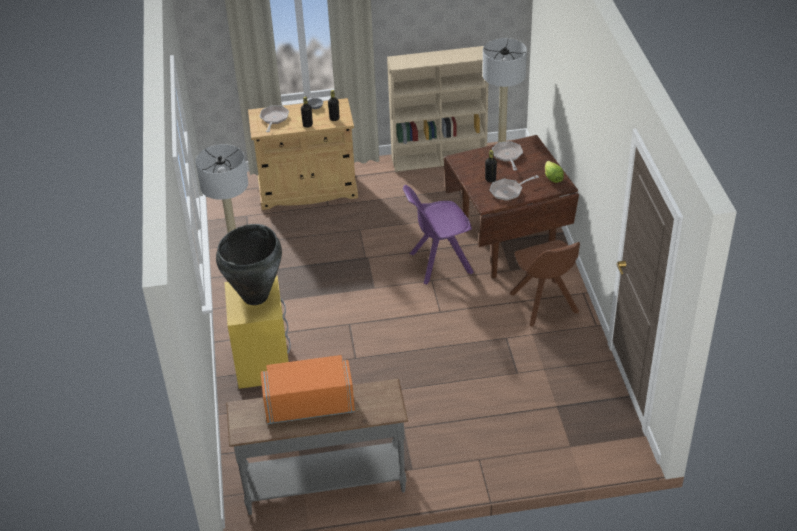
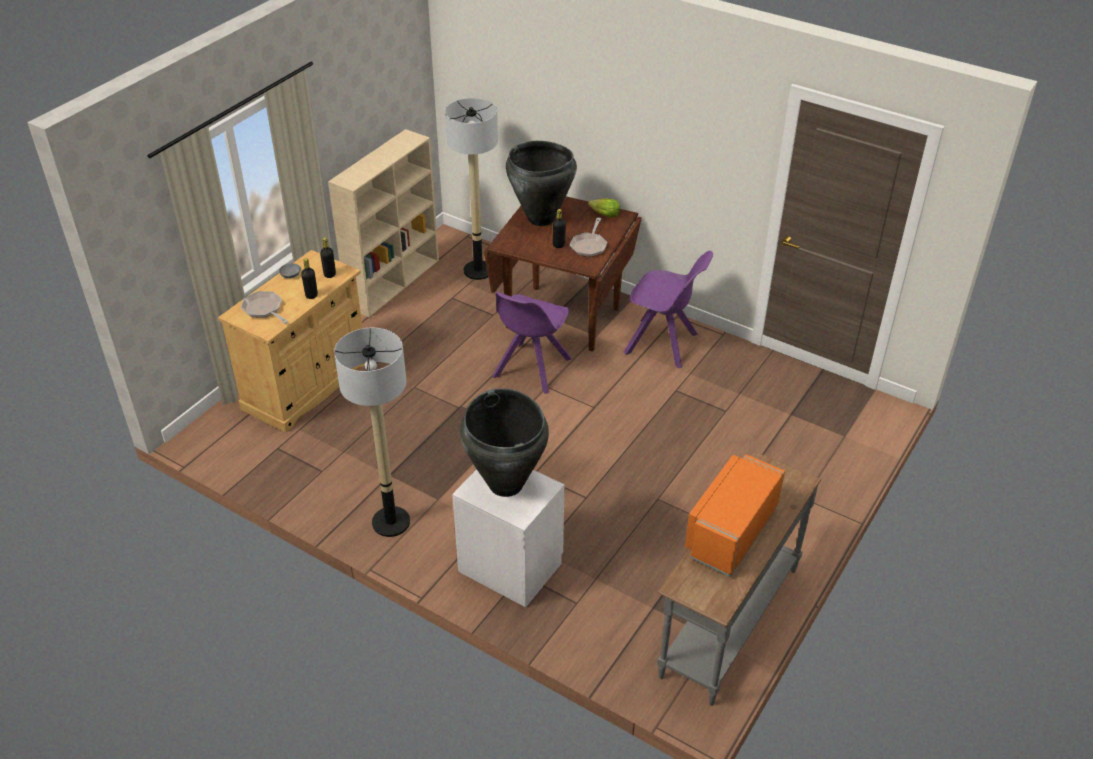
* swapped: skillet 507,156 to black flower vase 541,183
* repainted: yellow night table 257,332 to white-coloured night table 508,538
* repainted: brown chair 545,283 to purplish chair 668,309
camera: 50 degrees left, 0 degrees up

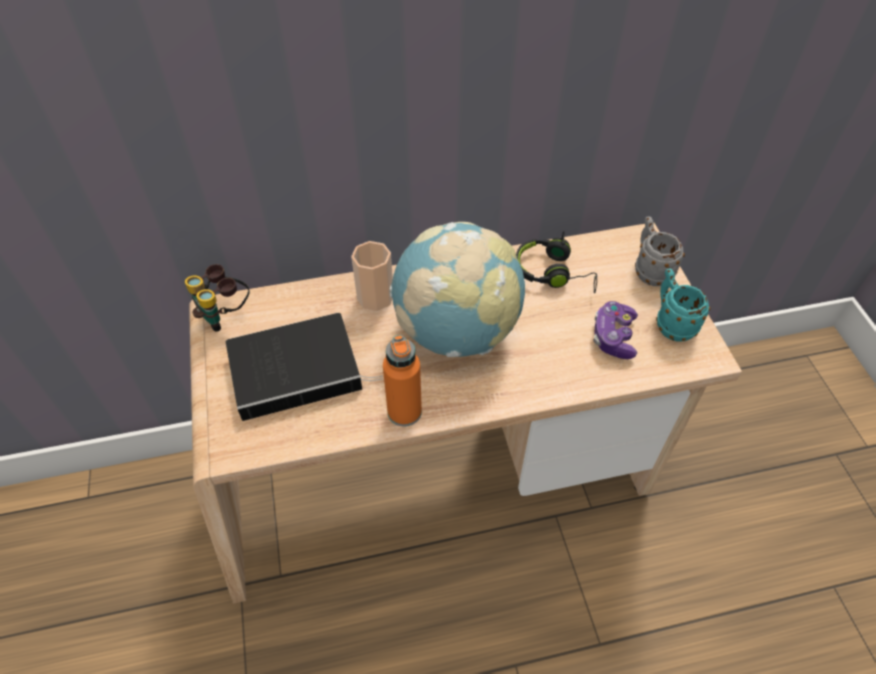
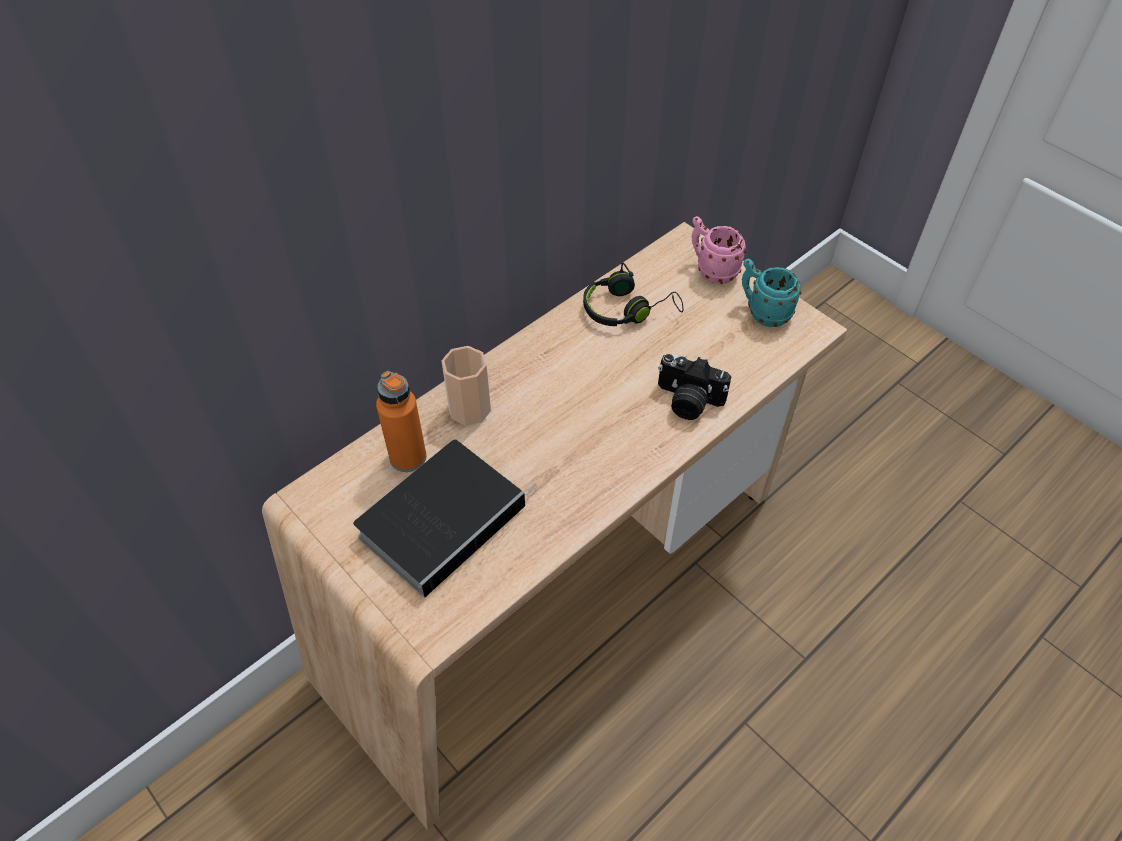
* gone: binoculars 217,298
* gone: world globe 457,289
* gone: gamepad 615,330
* new: still camera 694,387
* shifted: orange bottle 402,380 to 401,421
* repainted: gray coffee mug 660,251 to pink-coloured coffee mug 719,250
camera: 30 degrees left, 0 degrees up

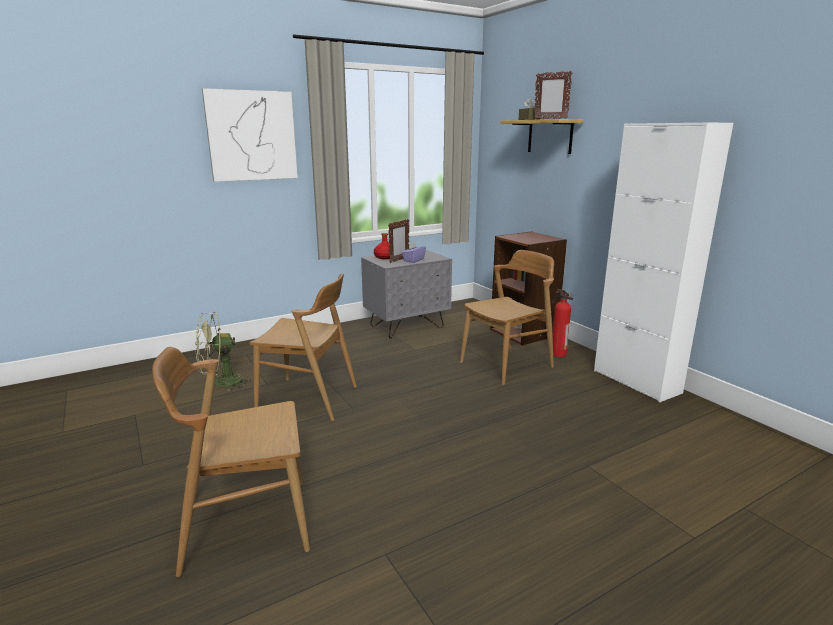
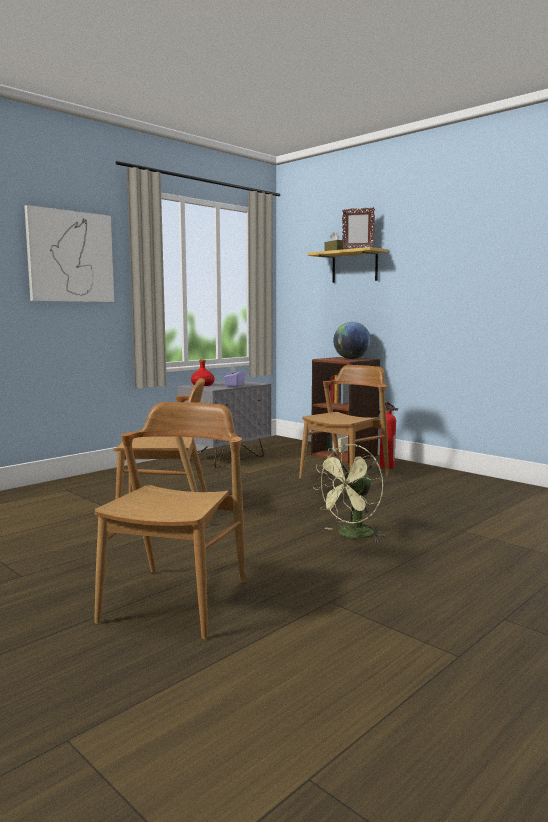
* gone: picture frame 398,241
* gone: white-coloured cupboard 663,262
* new: world globe 352,340
* shifted: green electric fan 223,352 to 349,493
* rotated: brown chair 231,462 = 169,520 135 degrees clockwise
camera: 15 degrees left, 10 degrees down

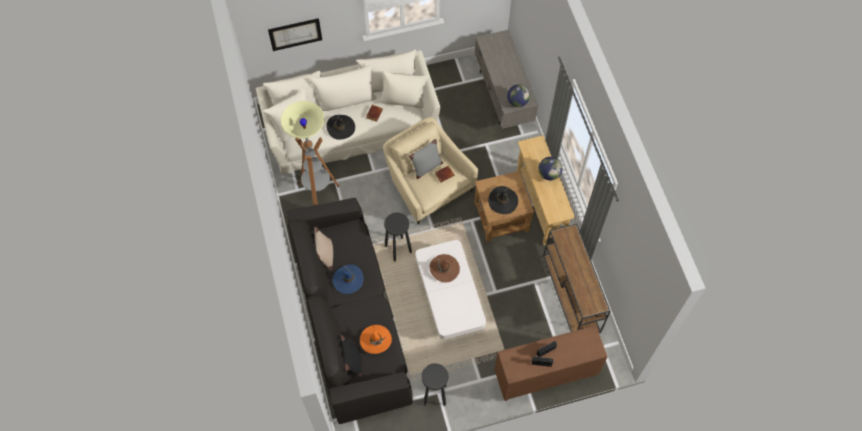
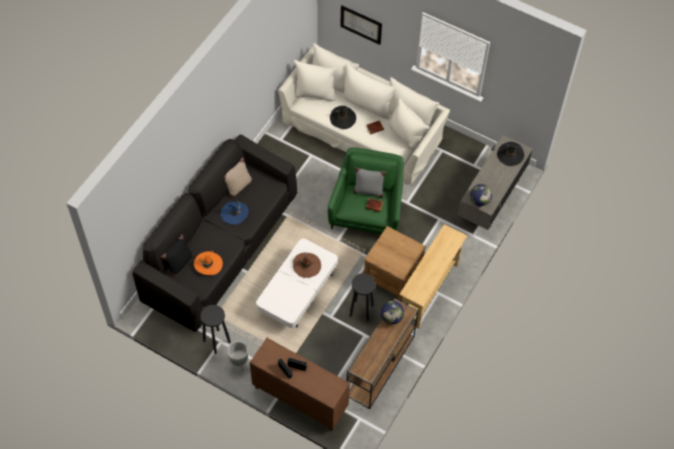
* gone: standing lamp 310,153
* new: gray plant pot 237,356
* shifted: black sitting stool 398,236 to 363,297
* shifted: black clothing hat 503,200 to 510,154
* shifted: world globe 550,168 to 392,312
* repainted: sand-coloured armchair 430,171 to green armchair 366,190
camera: 45 degrees right, 5 degrees down

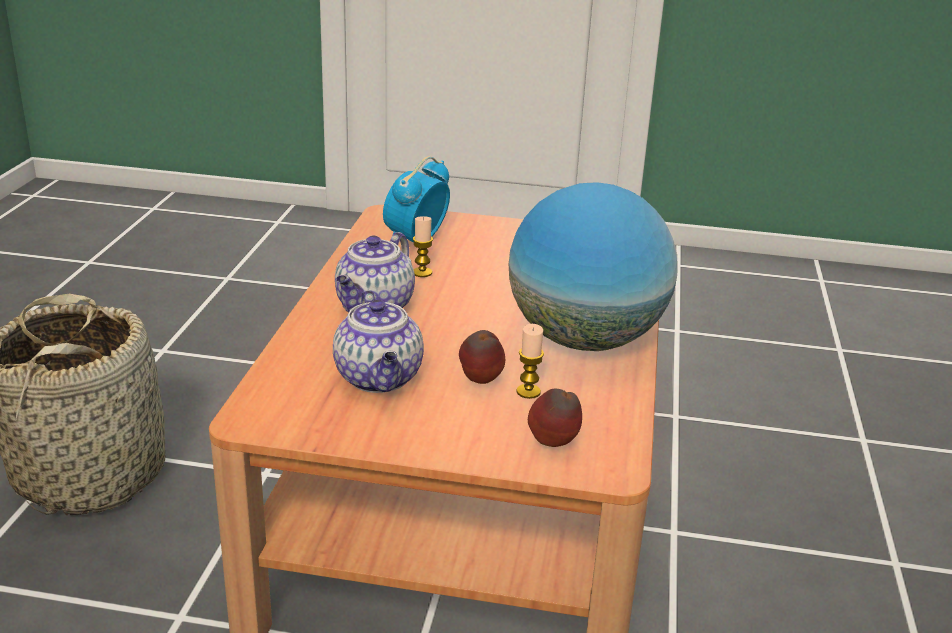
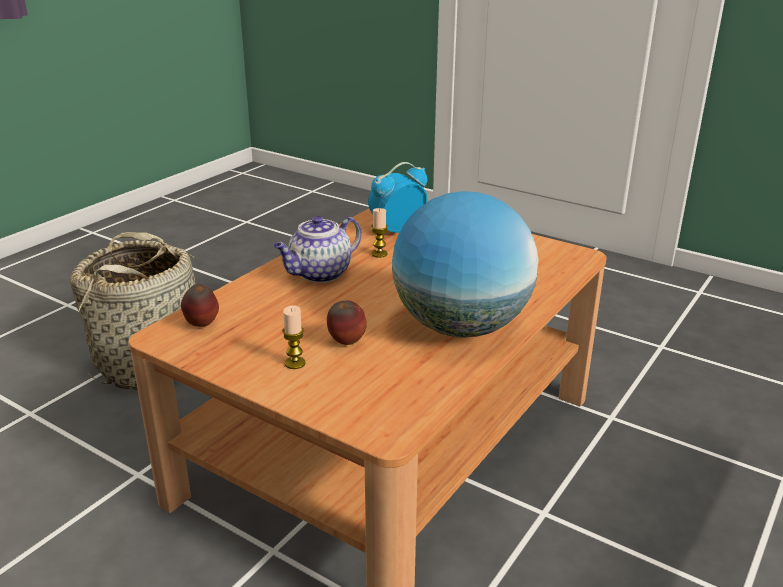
* gone: tea pot 378,341
* shifted: wax light 530,361 to 294,337
* shifted: whole apple 555,418 to 200,305
camera: 25 degrees right, 0 degrees up

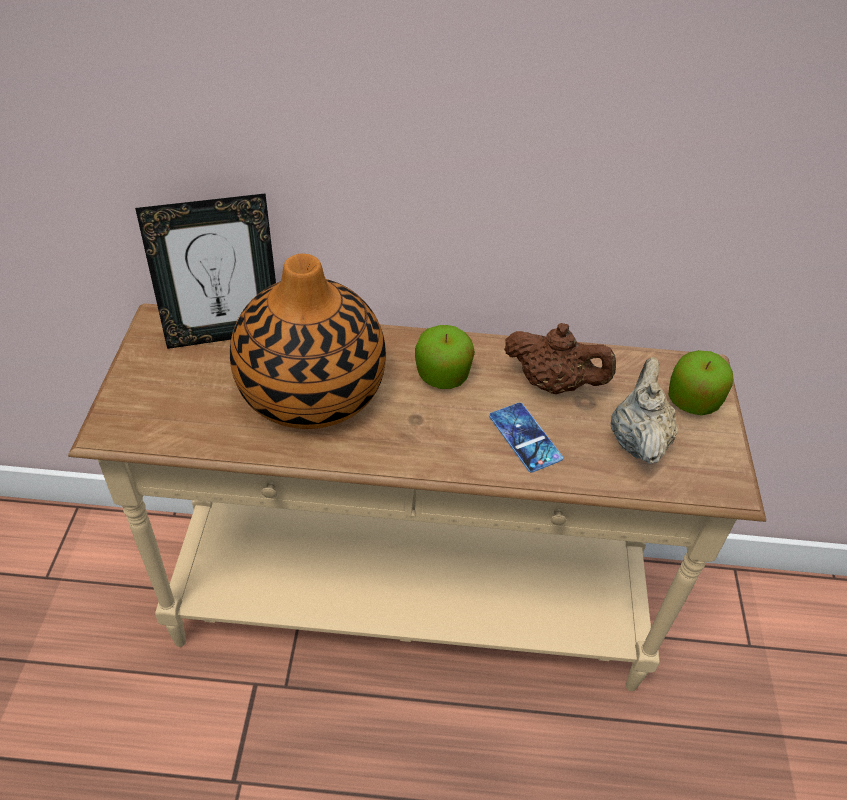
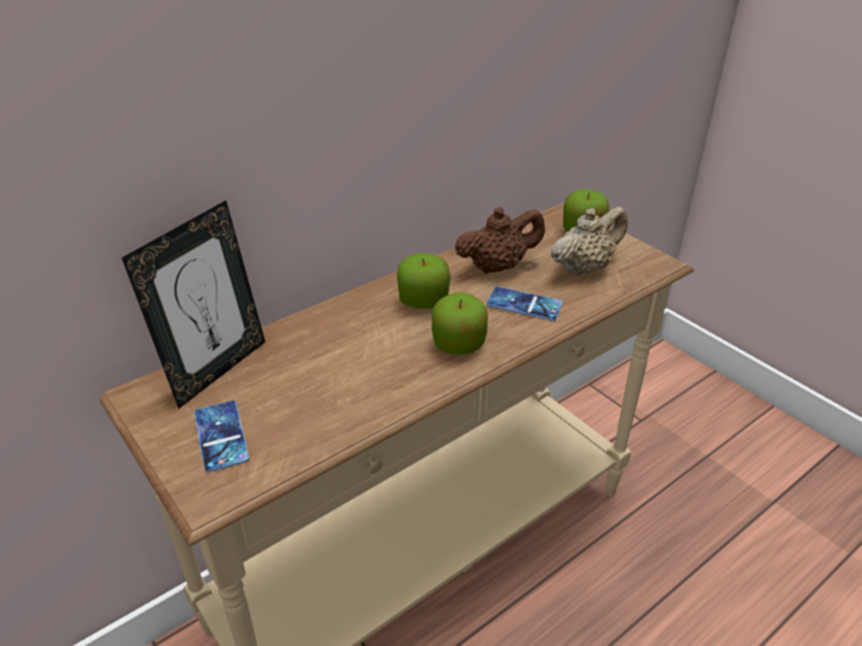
* gone: flower vase 308,341
* new: handset 222,436
* new: whole apple 460,323
* rotated: sand-coloured tea pot 644,410 = 589,241 90 degrees clockwise
camera: 40 degrees left, 10 degrees down

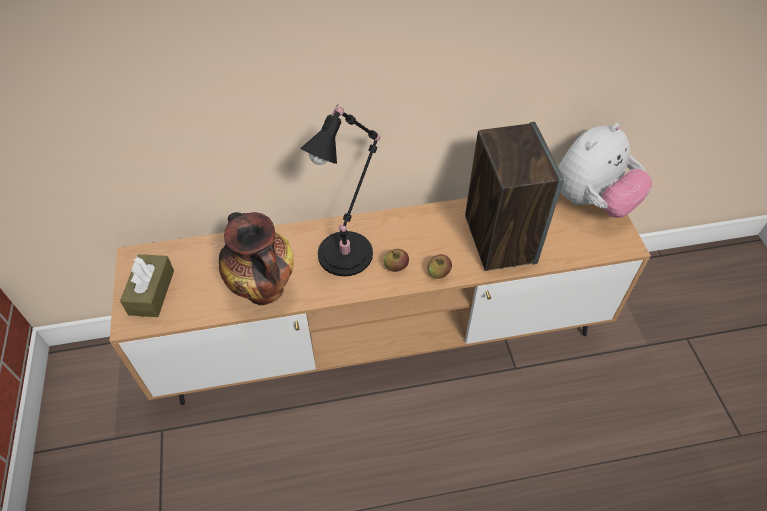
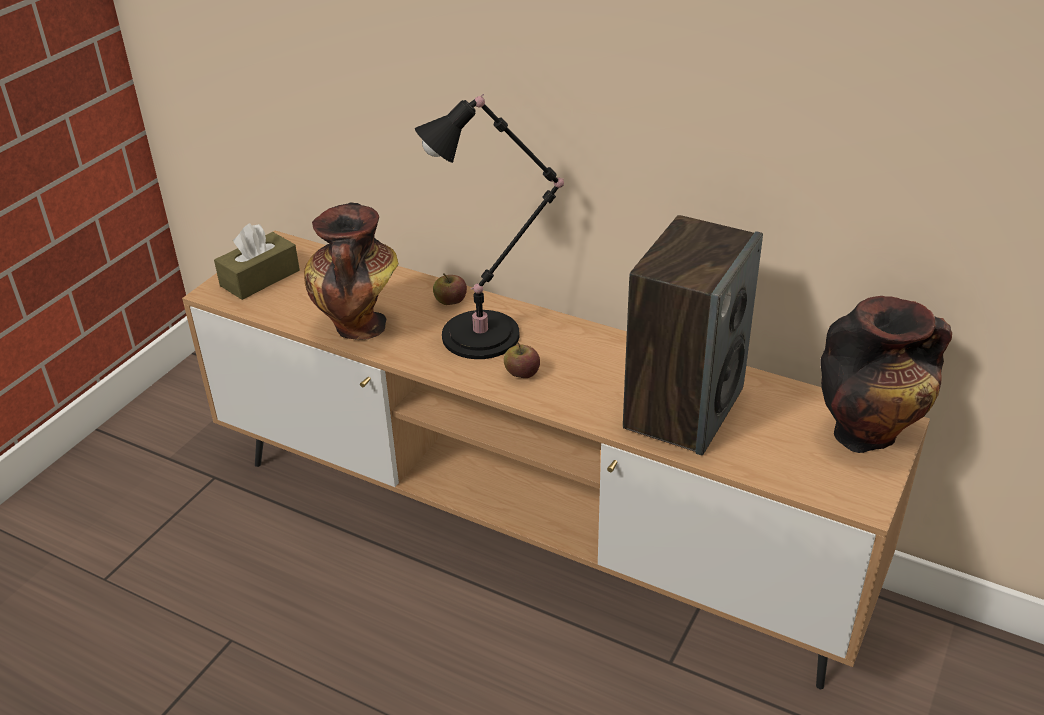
* shifted: whole apple 439,266 to 450,289
* swapped: cuddly toy 605,170 to flower vase 886,374
camera: 40 degrees right, 15 degrees down

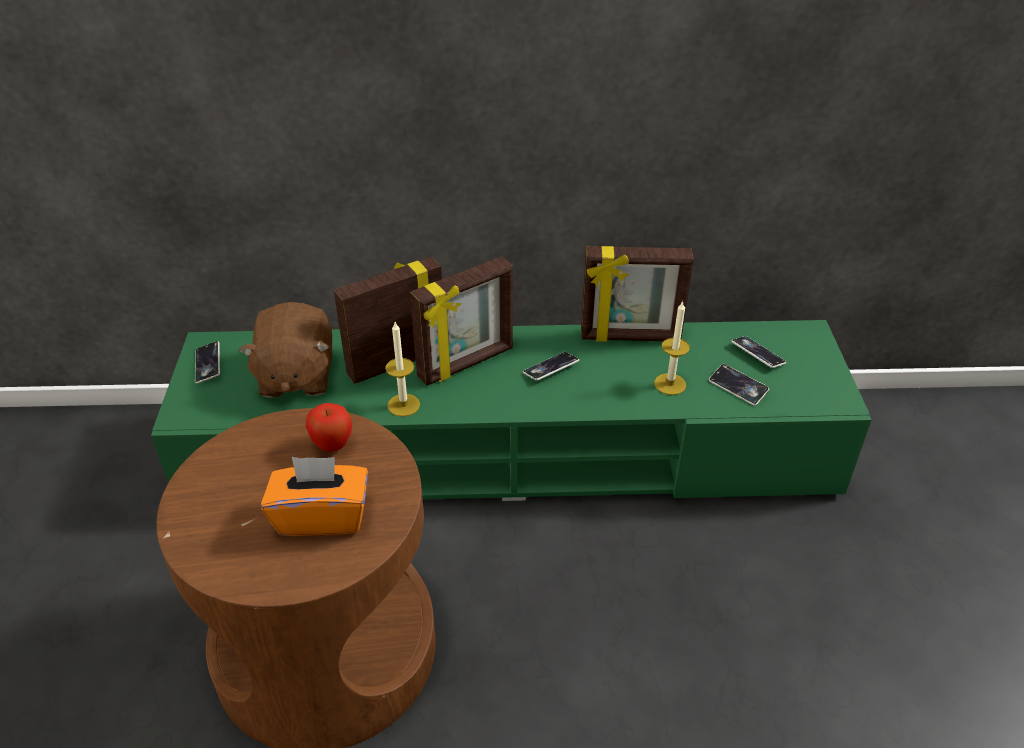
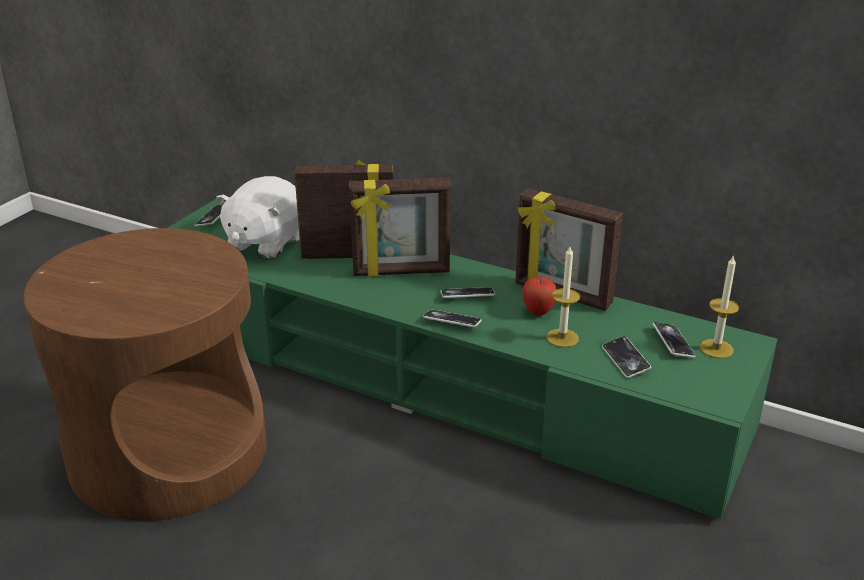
* gone: orange box of tissues 314,496
* new: handset 452,318
* shifted: whole apple 329,427 to 539,296
* shifted: wax light 402,369 to 719,306
* repainted: brown cuddly toy 285,350 to white-coloured cuddly toy 258,217
camera: 30 degrees right, 10 degrees down

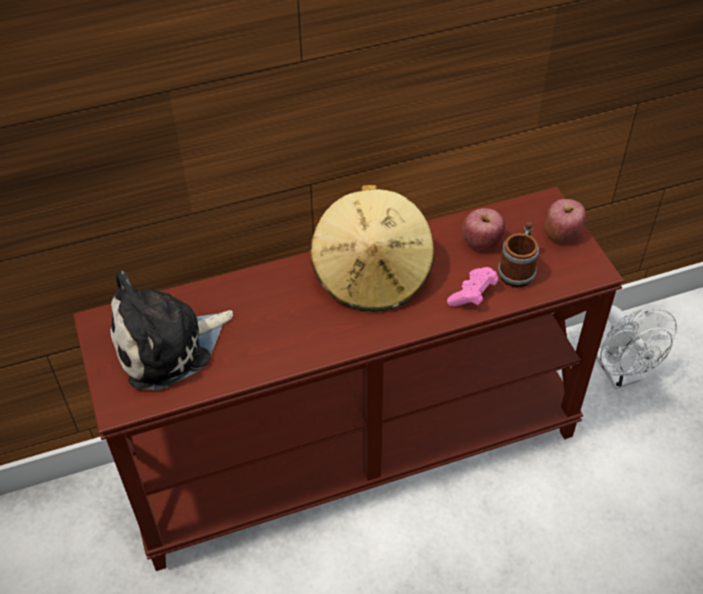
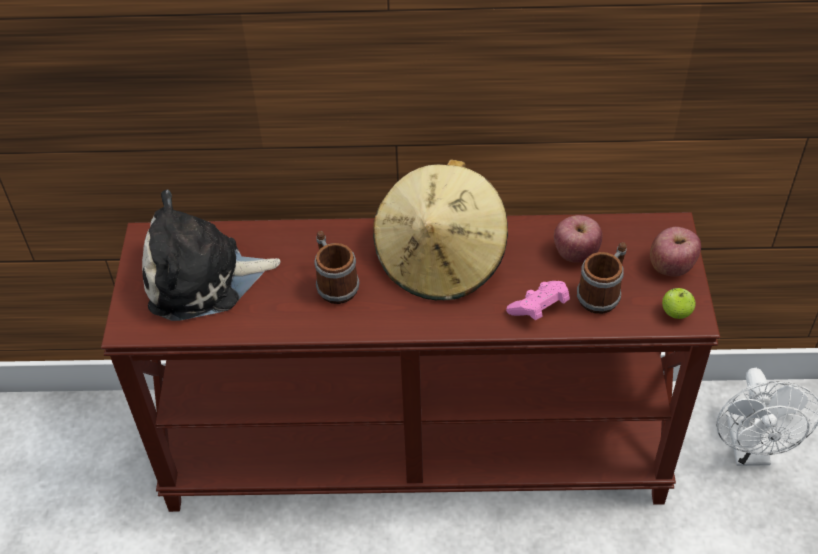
* new: coffee mug 336,267
* new: whole apple 679,303
camera: 20 degrees right, 0 degrees up

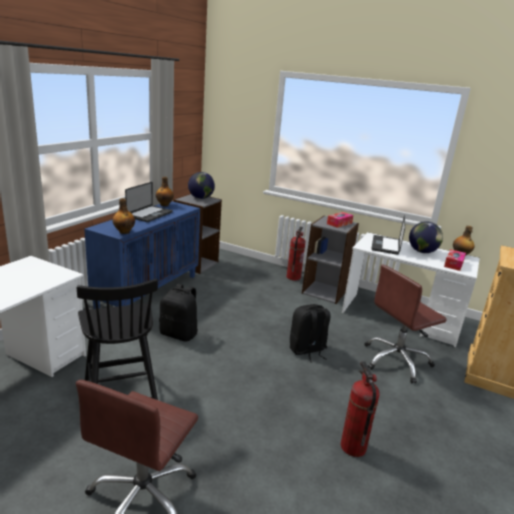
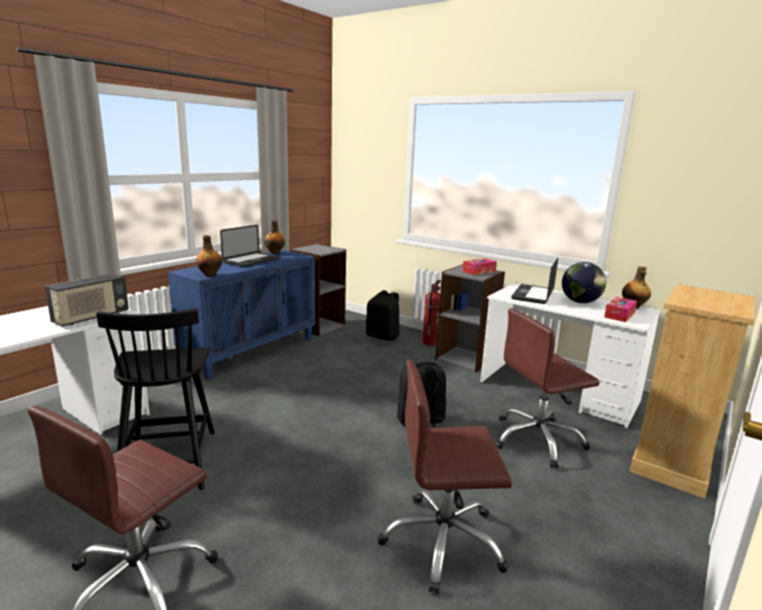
* gone: world globe 201,185
* new: radio 87,299
* shifted: black rucksack 178,312 to 383,315
* swapped: fire-fighting cylinder 360,409 to brown office chair 445,477
camera: 10 degrees right, 5 degrees down

